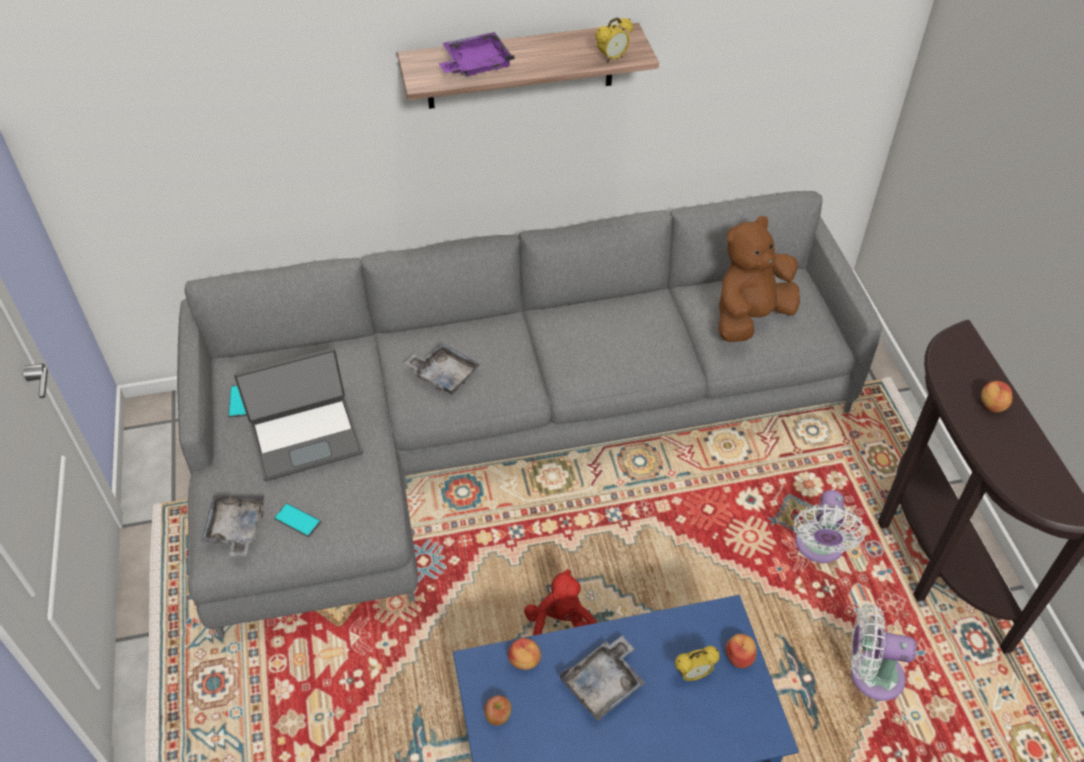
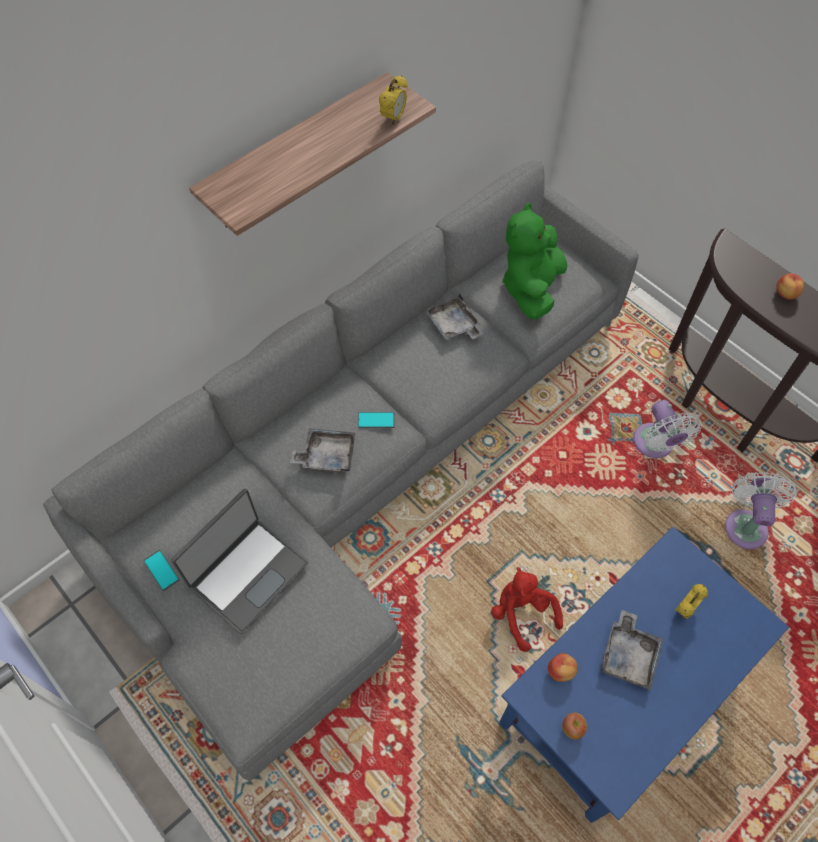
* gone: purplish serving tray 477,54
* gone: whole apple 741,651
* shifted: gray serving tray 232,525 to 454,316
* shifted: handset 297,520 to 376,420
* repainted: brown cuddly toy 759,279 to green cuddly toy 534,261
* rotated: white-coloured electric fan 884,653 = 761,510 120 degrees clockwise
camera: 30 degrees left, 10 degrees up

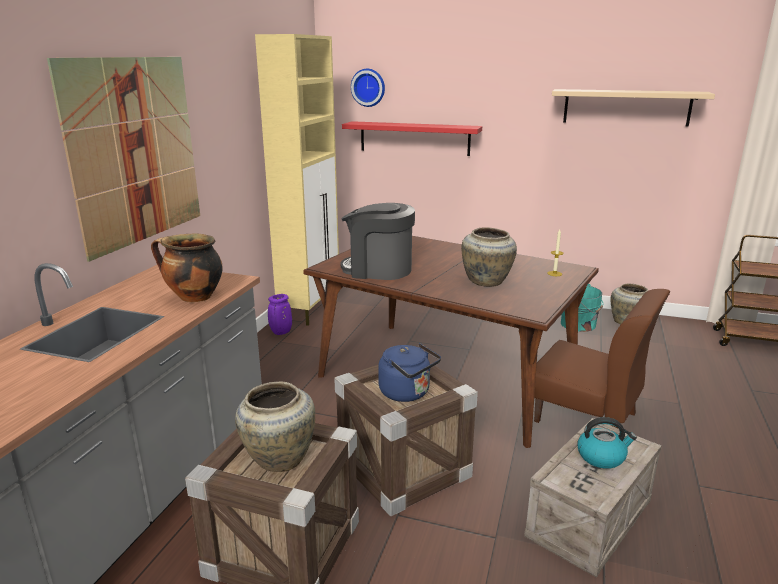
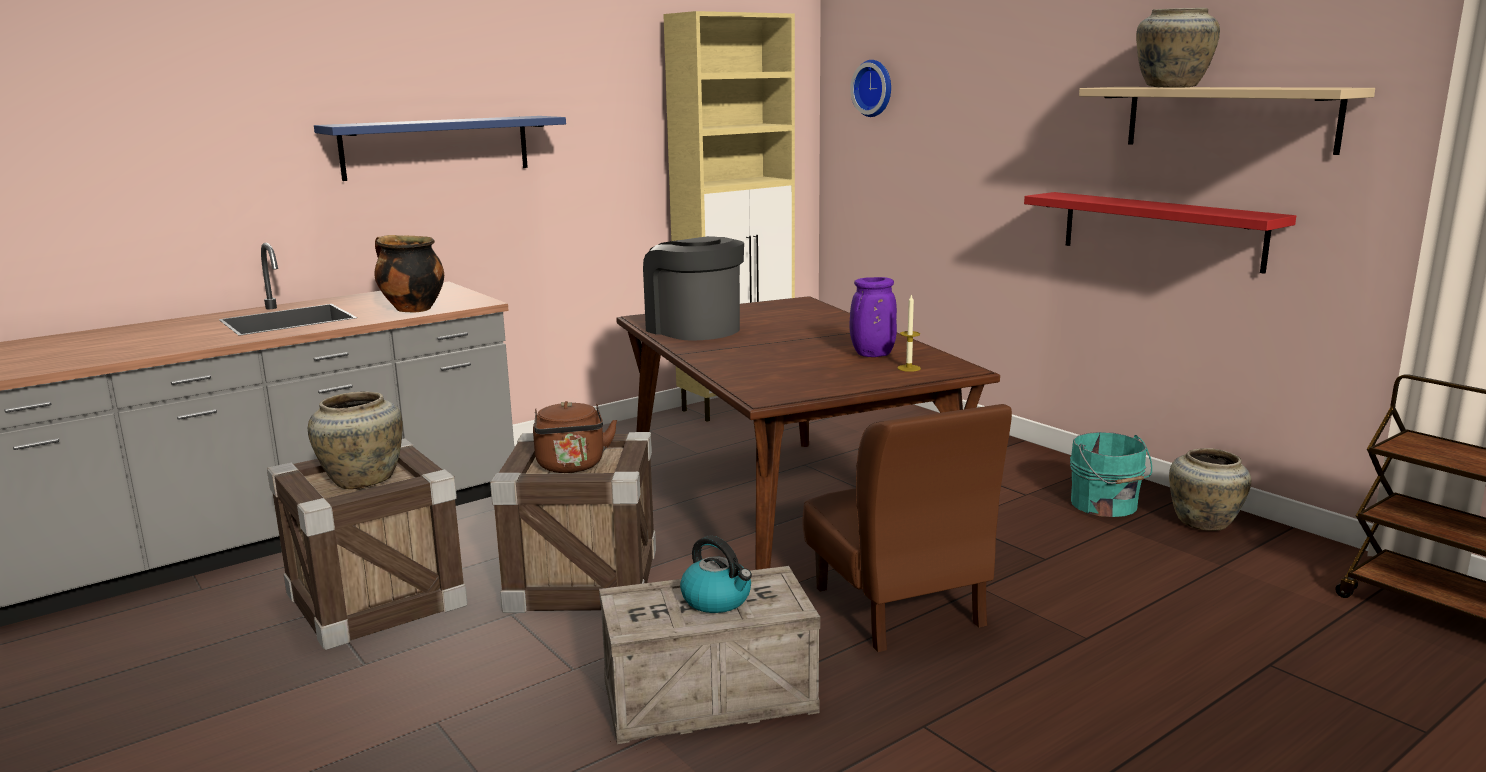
* shifted: purplish flower vase 280,314 to 873,317
* shifted: red-coloured bracket shelf 412,138 to 1160,233
* shifted: sand-coloured flower vase 489,257 to 1178,48
* swapped: wall art 123,159 to blue-coloured bracket shelf 440,148
* repainted: blue-coloured kettle 409,372 to brown kettle 575,437
camera: 35 degrees right, 5 degrees down

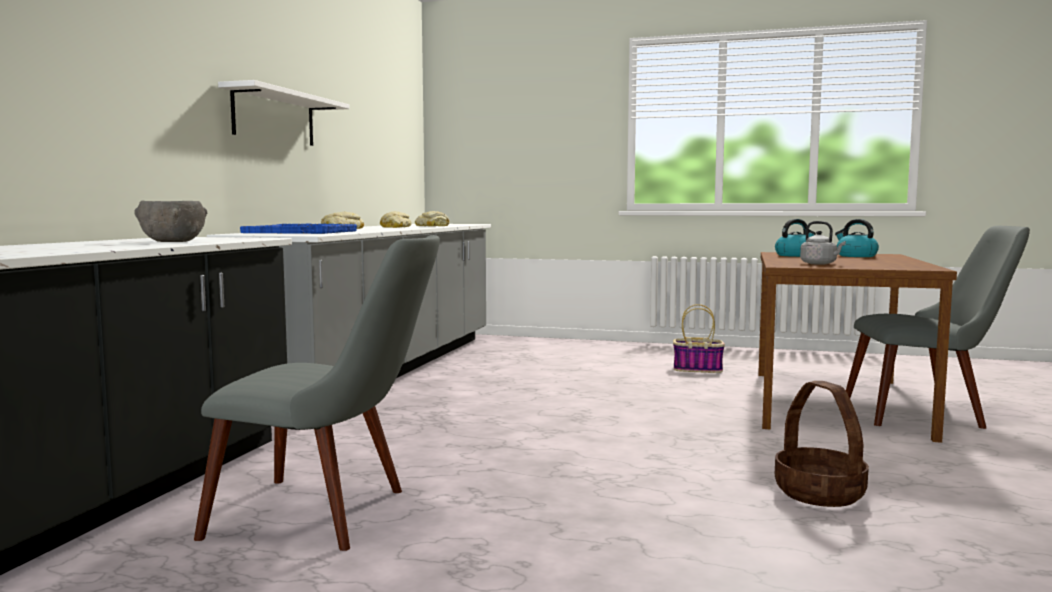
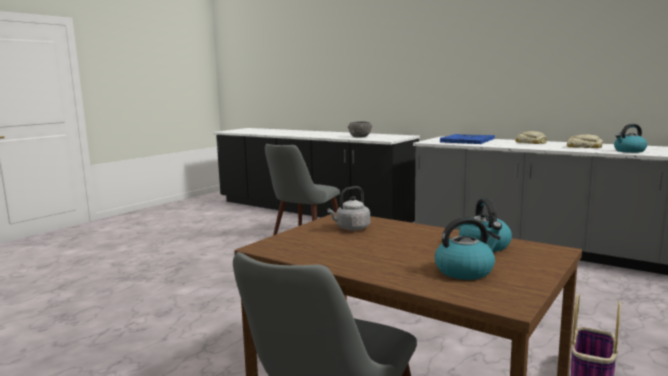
* gone: white-coloured bracket shelf 283,113
* gone: storage basket 822,444
* swapped: baked bread 432,218 to kettle 630,138
camera: 110 degrees right, 5 degrees up

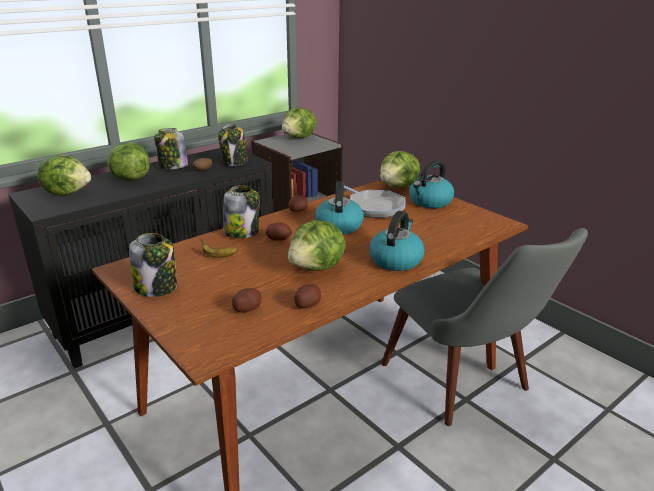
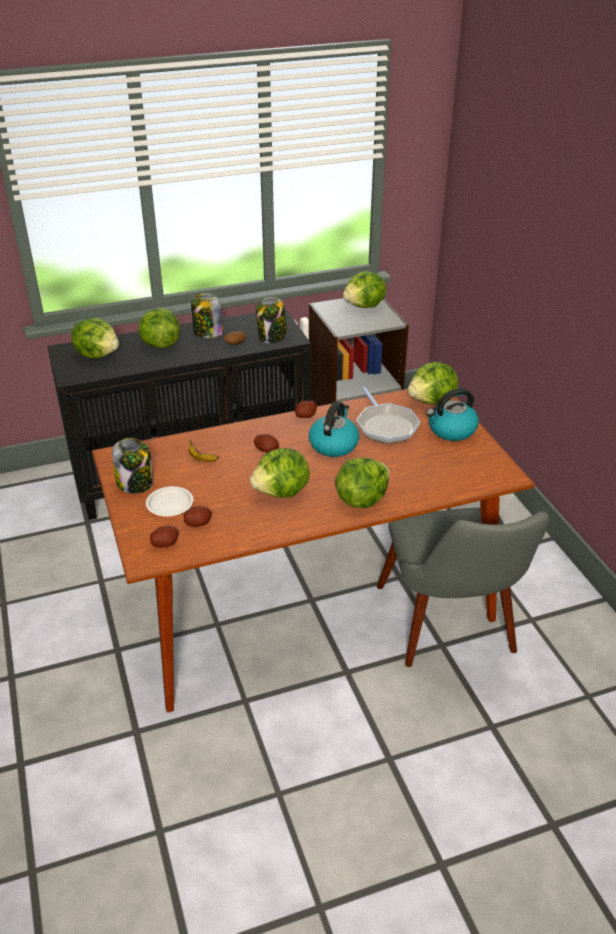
* gone: preserve jar 241,211
* new: white-coloured plate 170,501
* shifted: spud 307,296 to 164,537
* swapped: kettle 397,241 to lettuce 362,483
camera: 20 degrees right, 10 degrees up

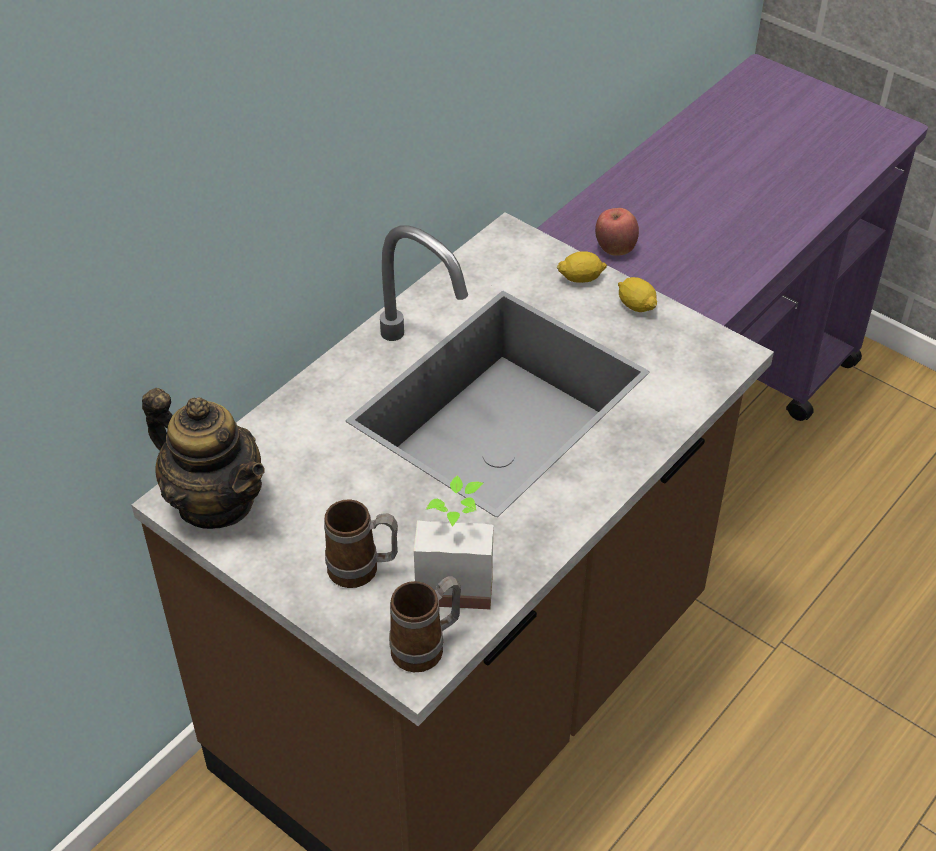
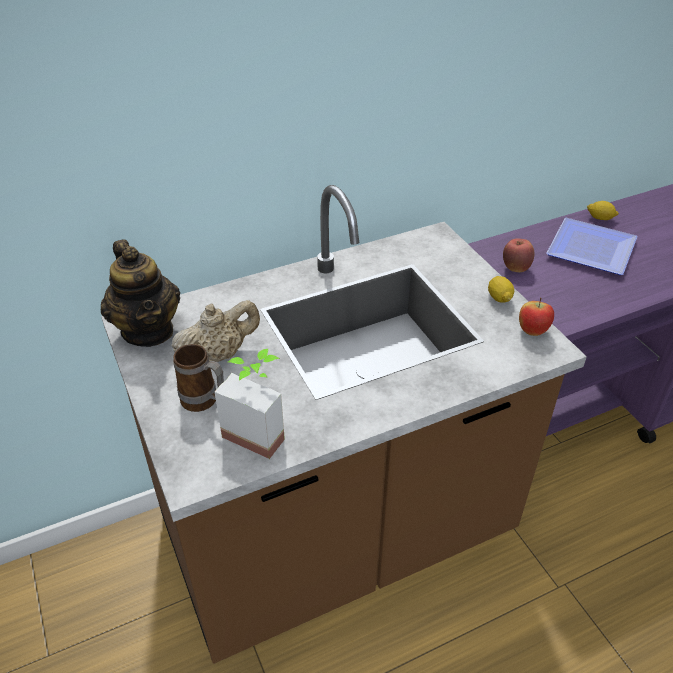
* gone: coffee mug 425,624
* new: sand-coloured tea pot 215,331
* new: whole apple 536,316
* new: plate 592,246
* shifted: citrus fruit 582,267 to 603,210
camera: 25 degrees right, 5 degrees down

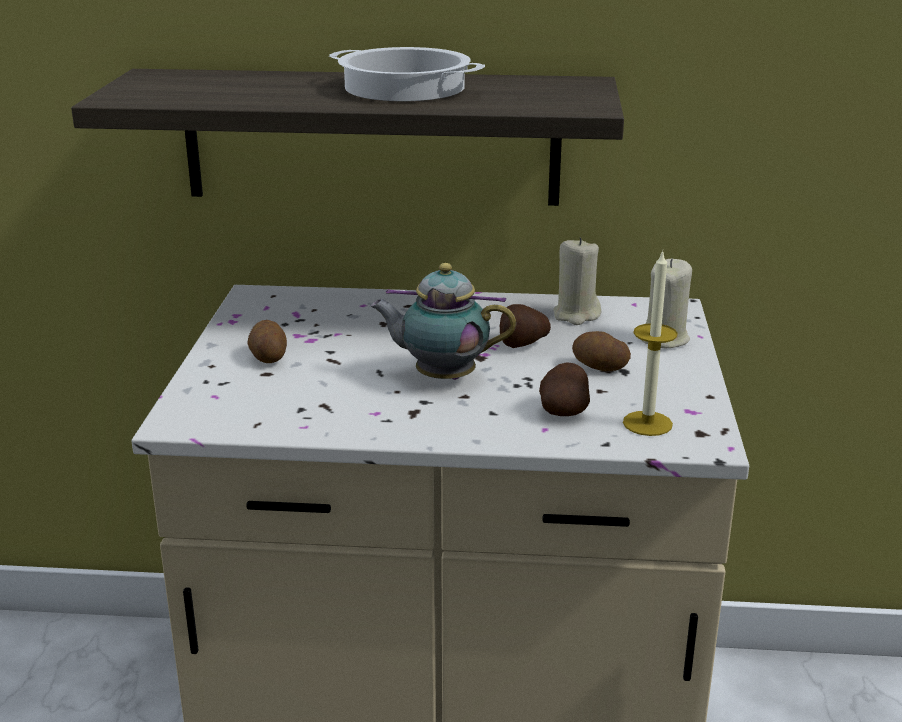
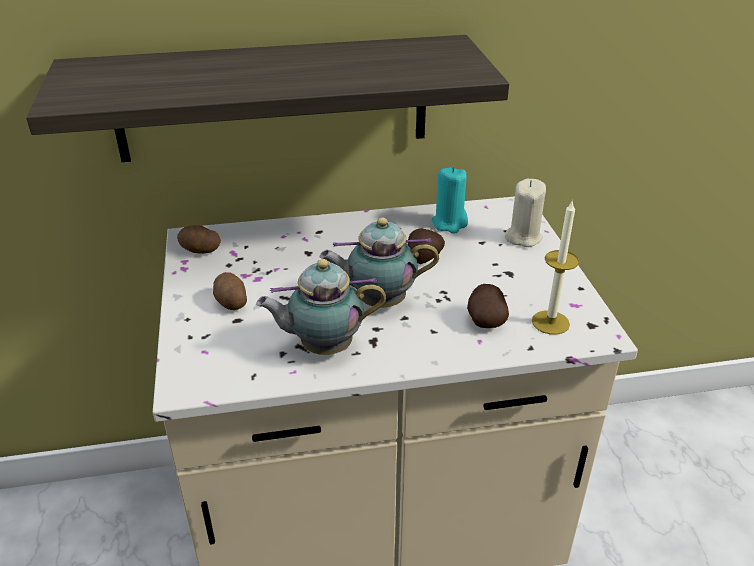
* gone: stockpot 407,74
* new: tea pot 321,307
* shifted: spud 601,351 to 199,239
* repainted: sand-coloured wax light 577,281 to turquoise-coloured wax light 450,200
camera: 15 degrees left, 10 degrees up

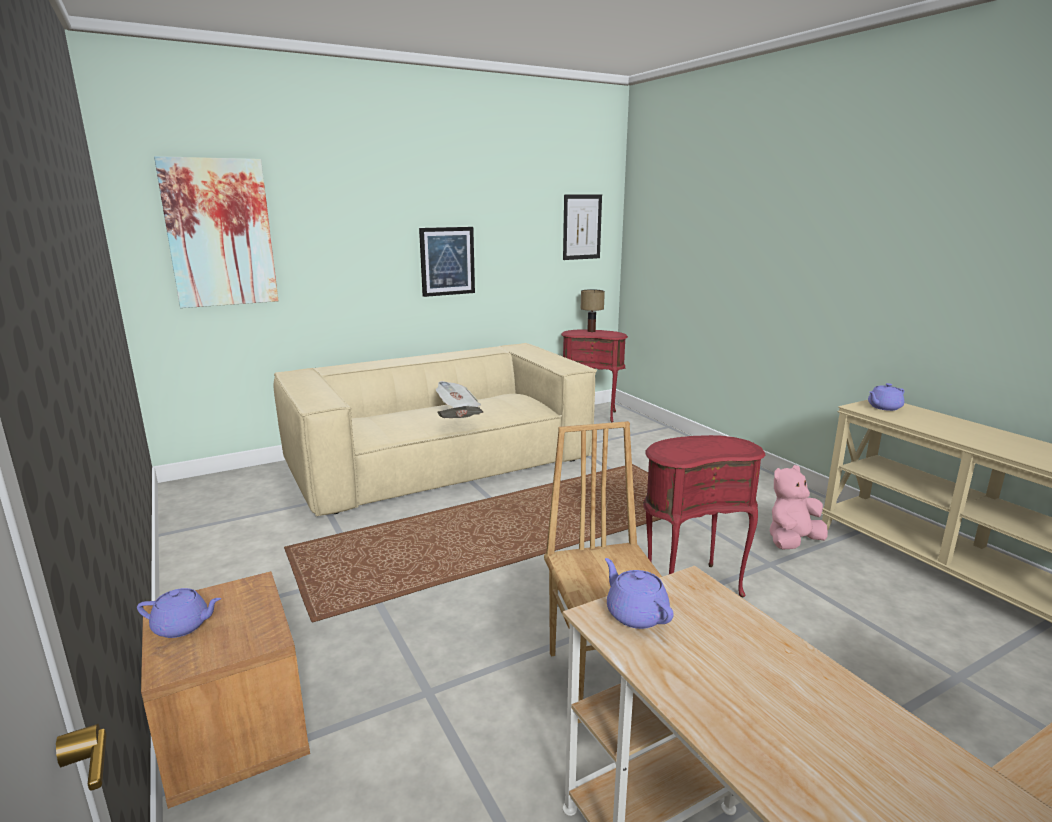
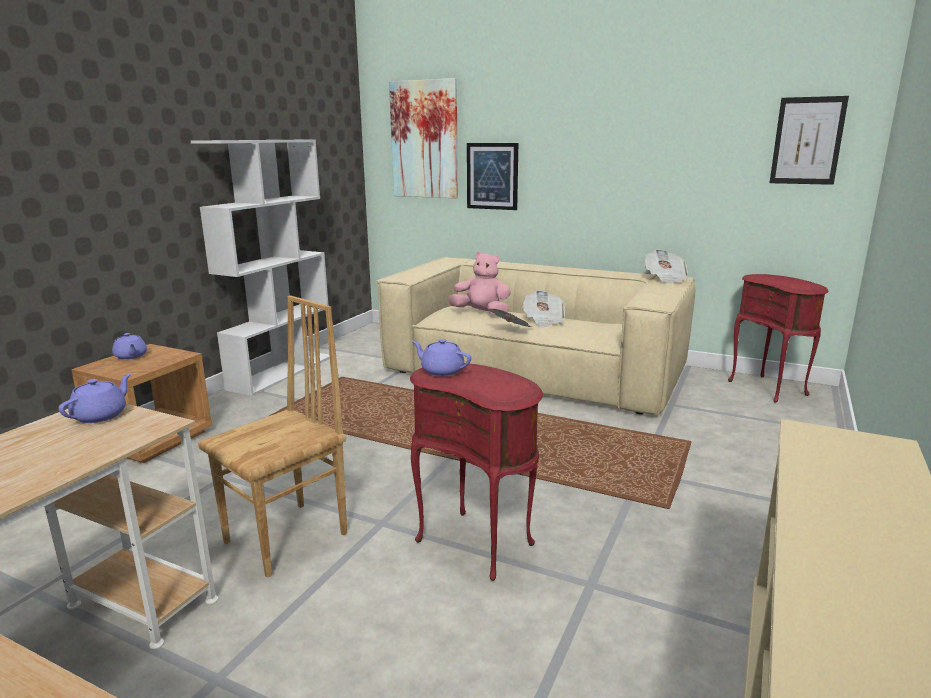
* gone: tabletop lamp 593,310
* new: white-coloured shelving unit 260,267
* new: daily paper 666,266
* shifted: wall art 447,262 to 492,176
* shifted: pink-coloured cuddly toy 799,507 to 479,284
* shifted: purplish tea pot 886,397 to 441,357
camera: 55 degrees right, 0 degrees up

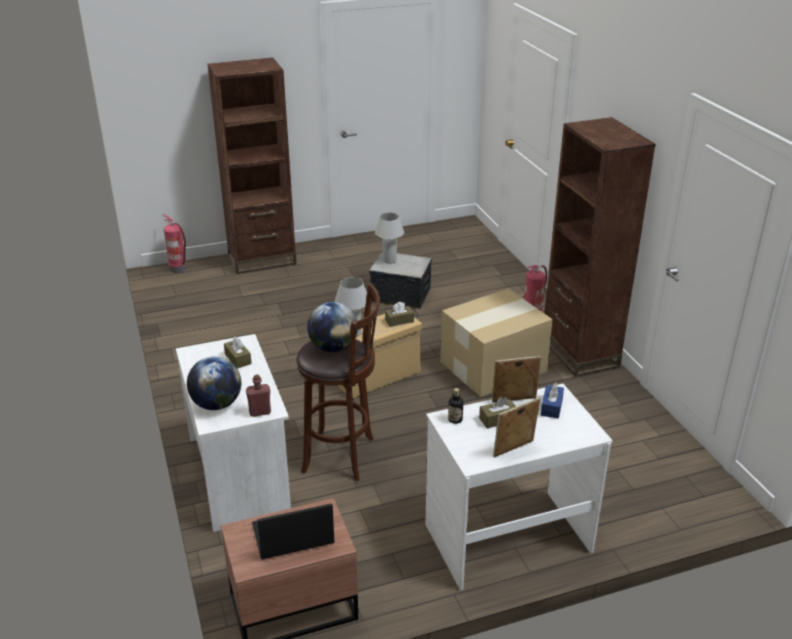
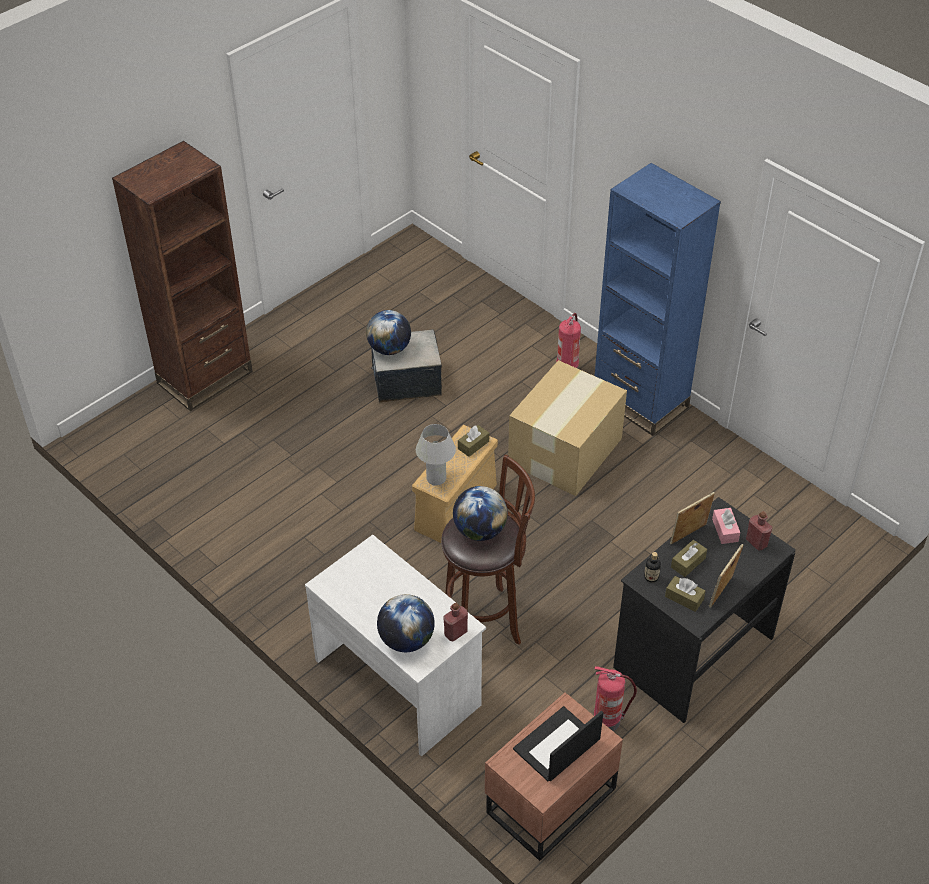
* new: red-coloured bottle 759,530
* shifted: fire-fighting cylinder 175,243 to 615,698
* shifted: brown box of tissues 238,352 to 685,594
* swapped: white-coloured tabletop lamp 389,238 to world globe 388,332
* repainted: white-coloured desk table 519,487 to black desk table 704,610
* repainted: blue-coloured box of tissues 552,401 to pink-coloured box of tissues 726,526
* repainted: brown shelving unit 600,247 to blue-coloured shelving unit 658,299
camera: 25 degrees left, 15 degrees up

